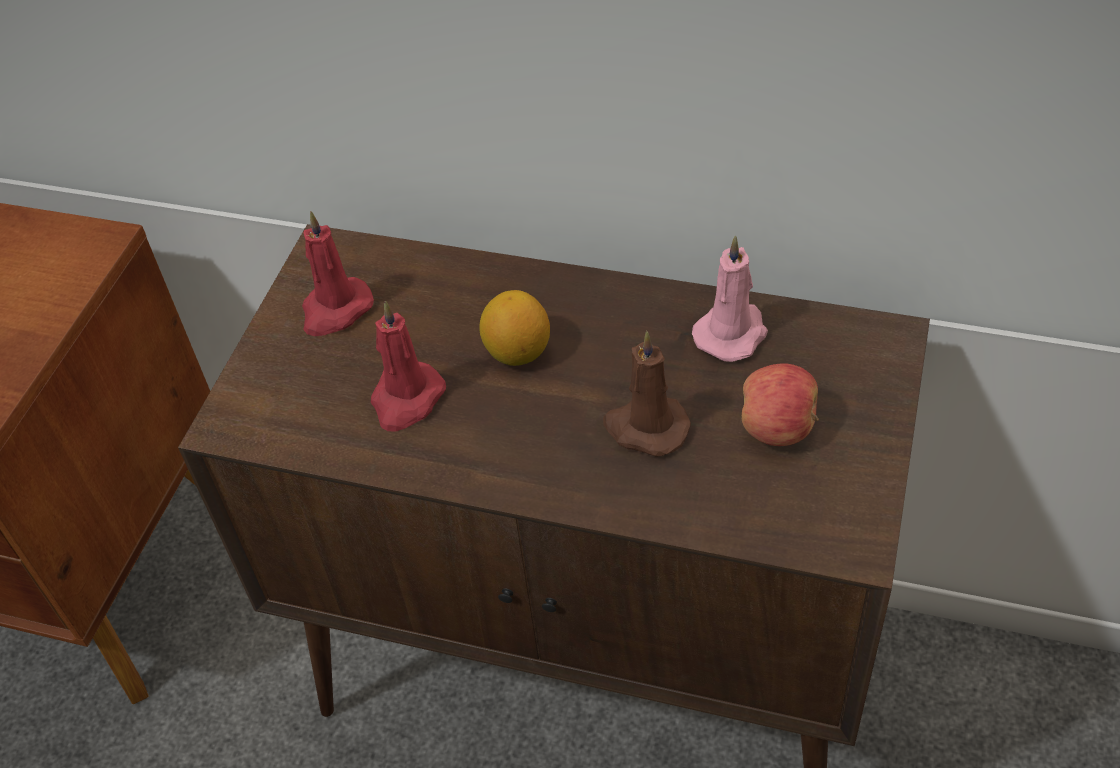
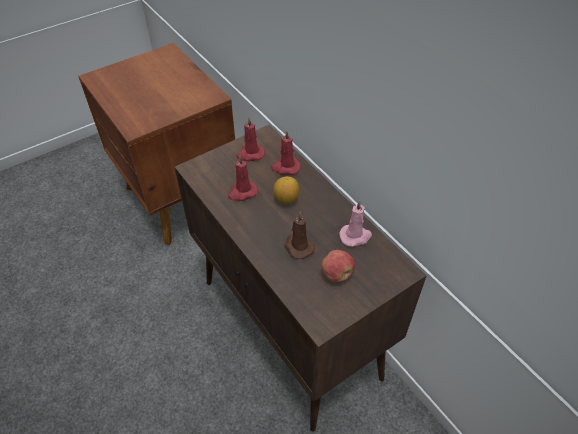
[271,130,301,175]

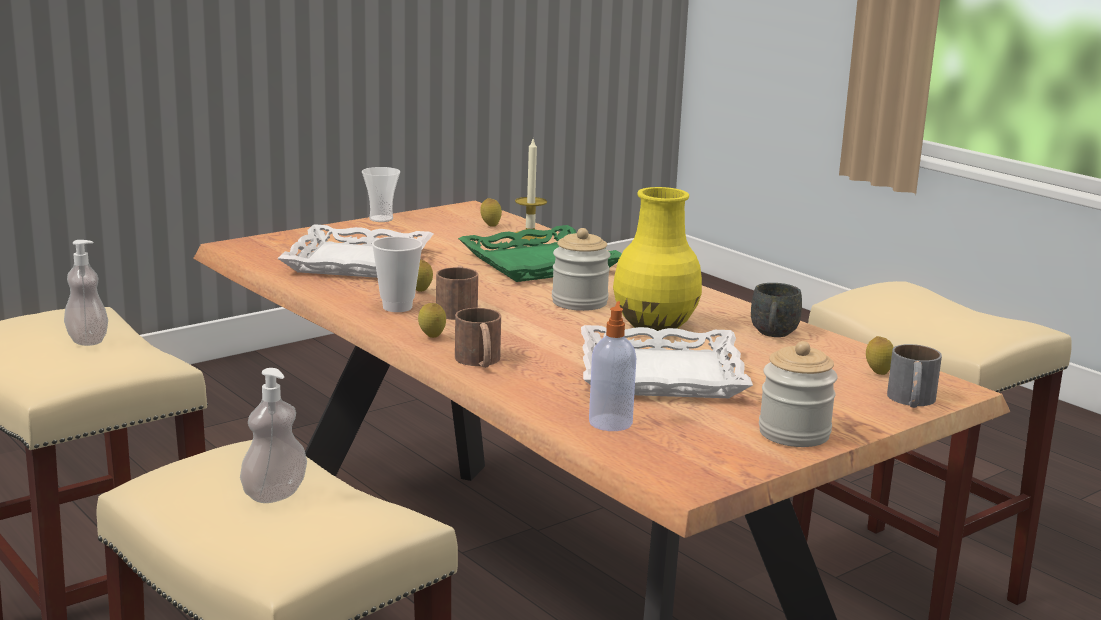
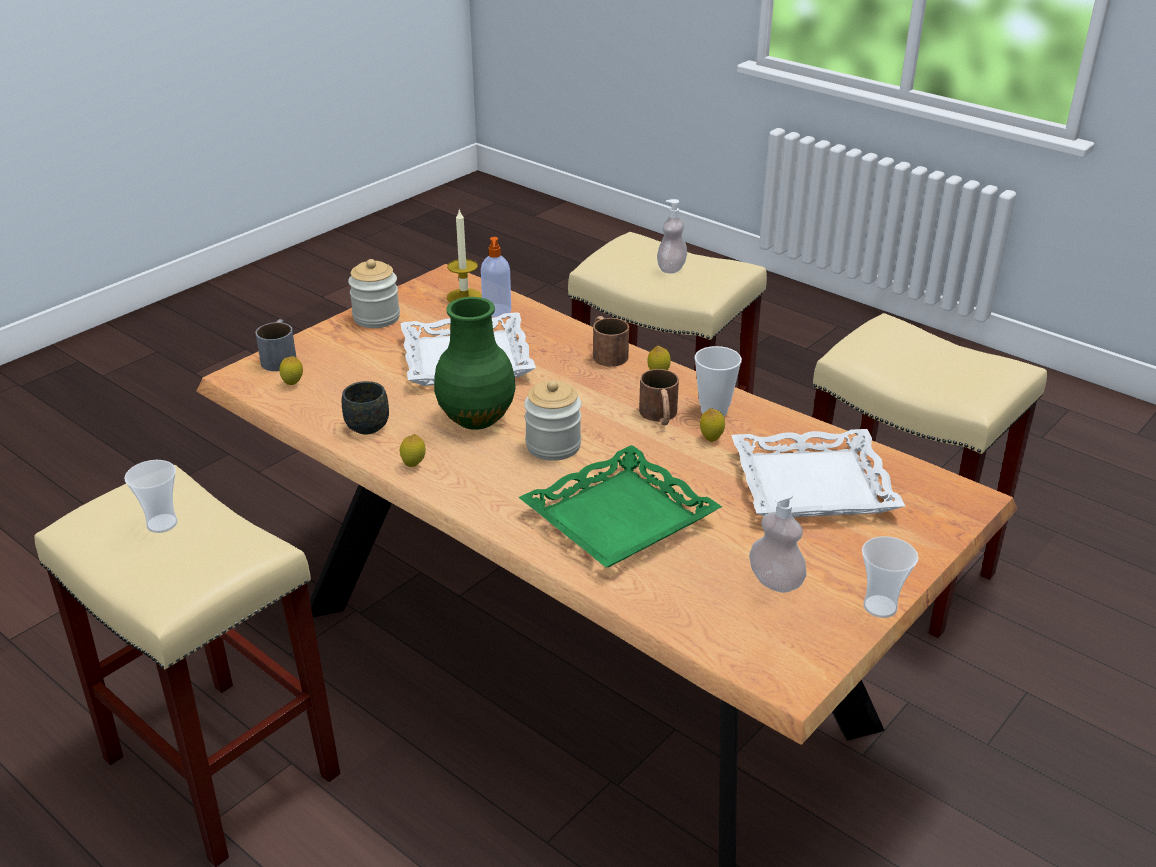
[124,460,178,533]
[749,490,807,593]
[400,434,426,467]
[447,209,482,303]
[434,297,516,430]

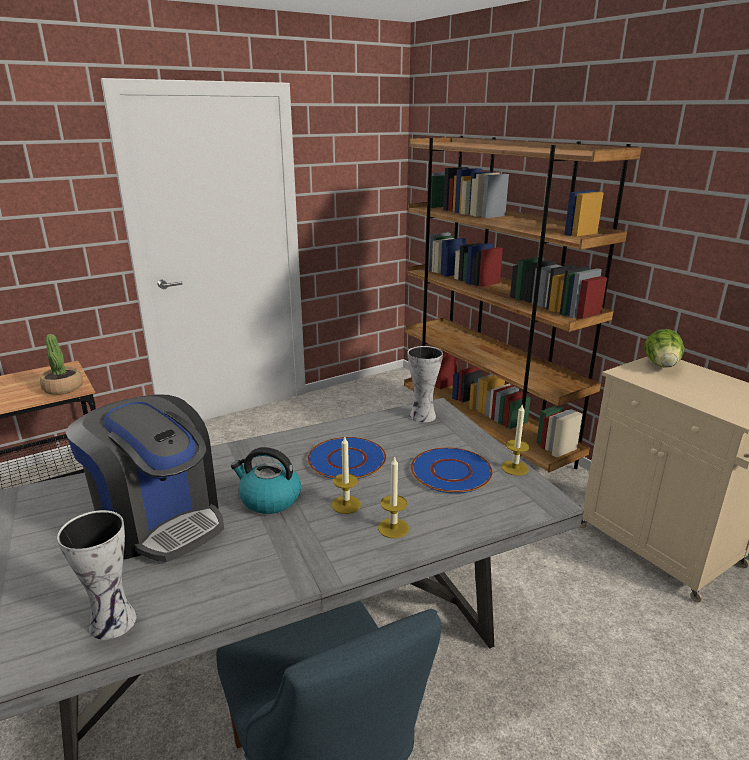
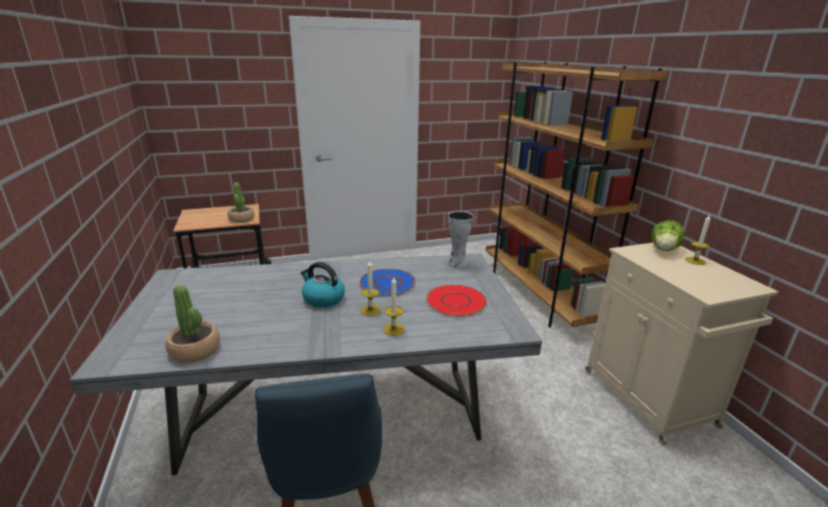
[66,394,224,562] (first image)
[685,214,710,265]
[165,285,220,363]
[426,285,487,316]

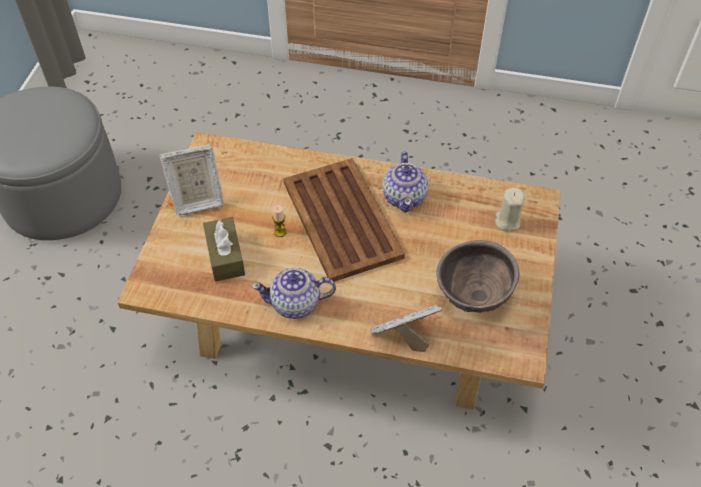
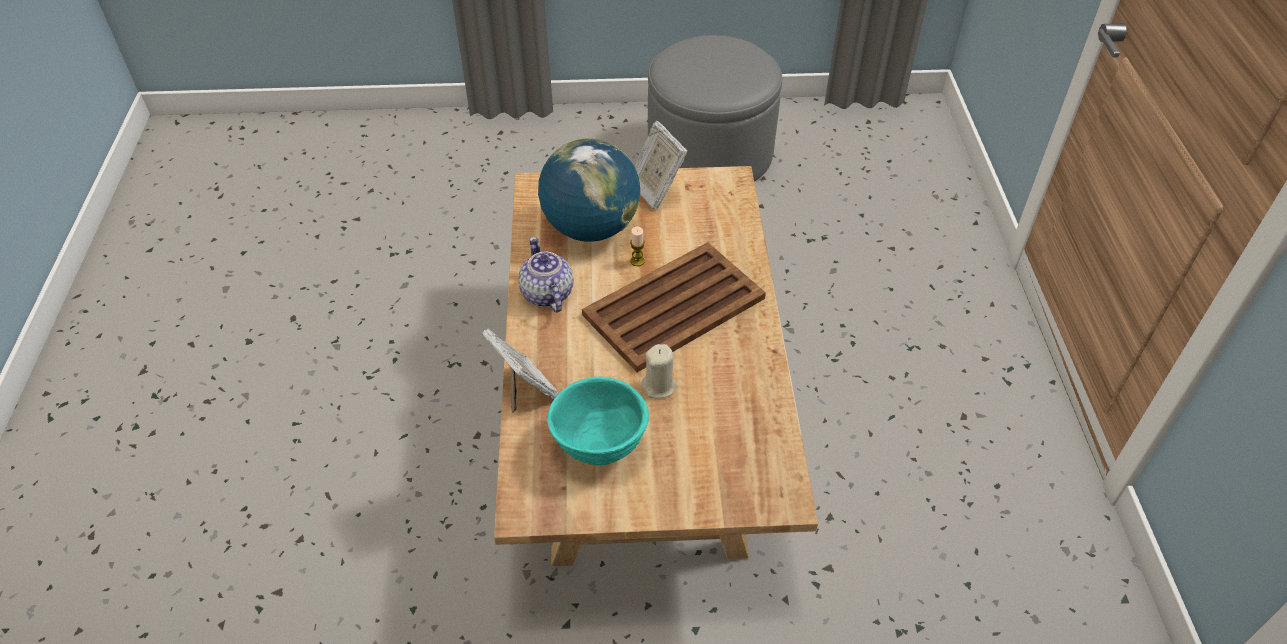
[383,151,428,213] (first image)
[642,344,677,398]
[538,138,640,242]
[547,376,649,466]

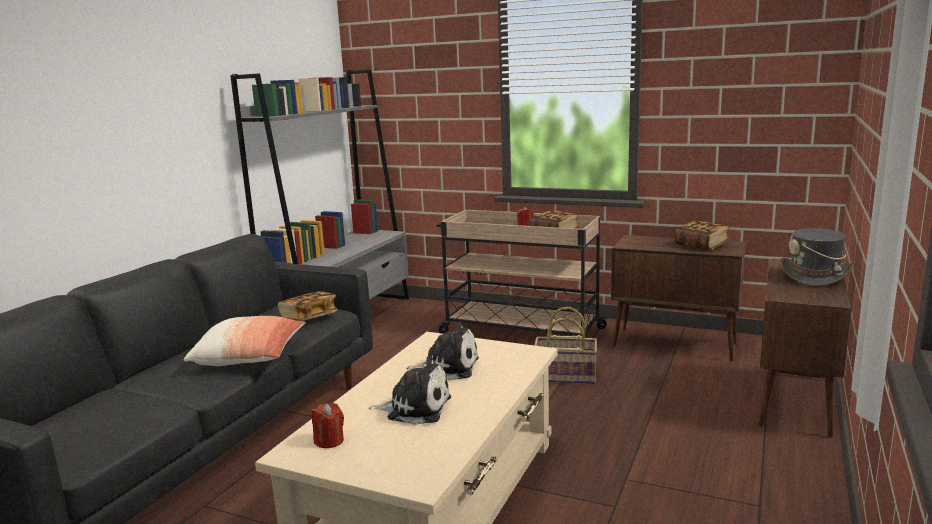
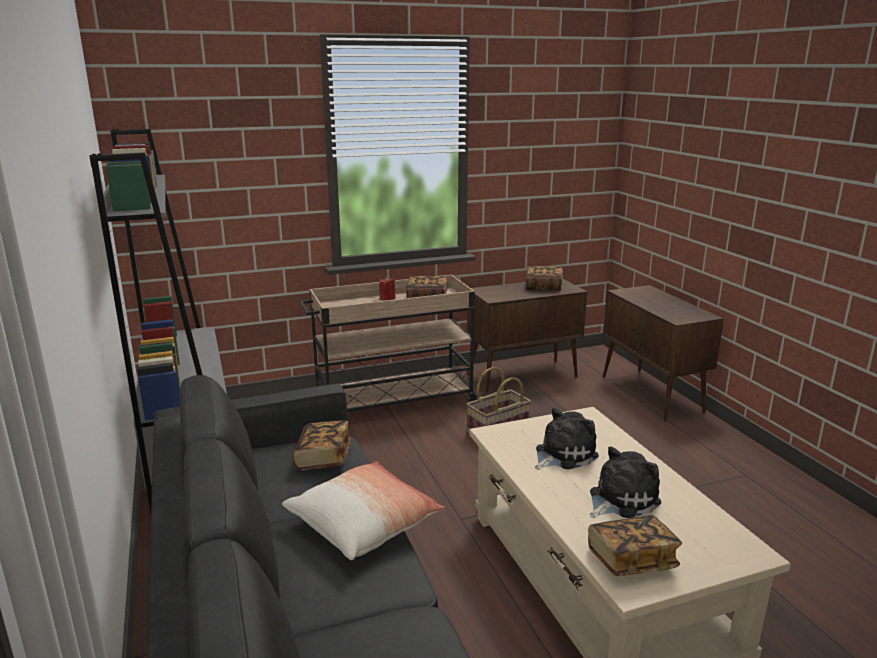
[780,228,853,287] (first image)
[588,515,682,576]

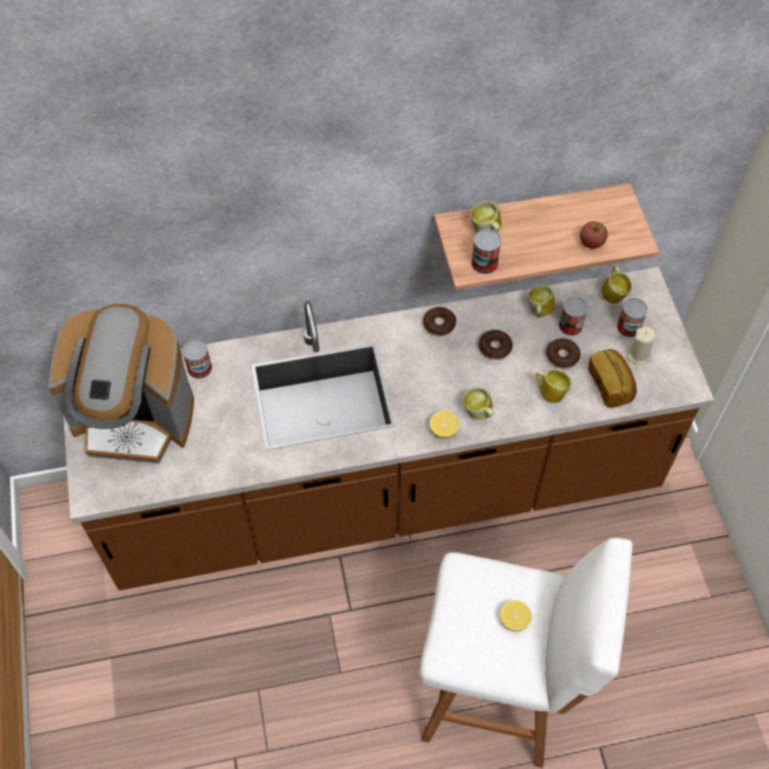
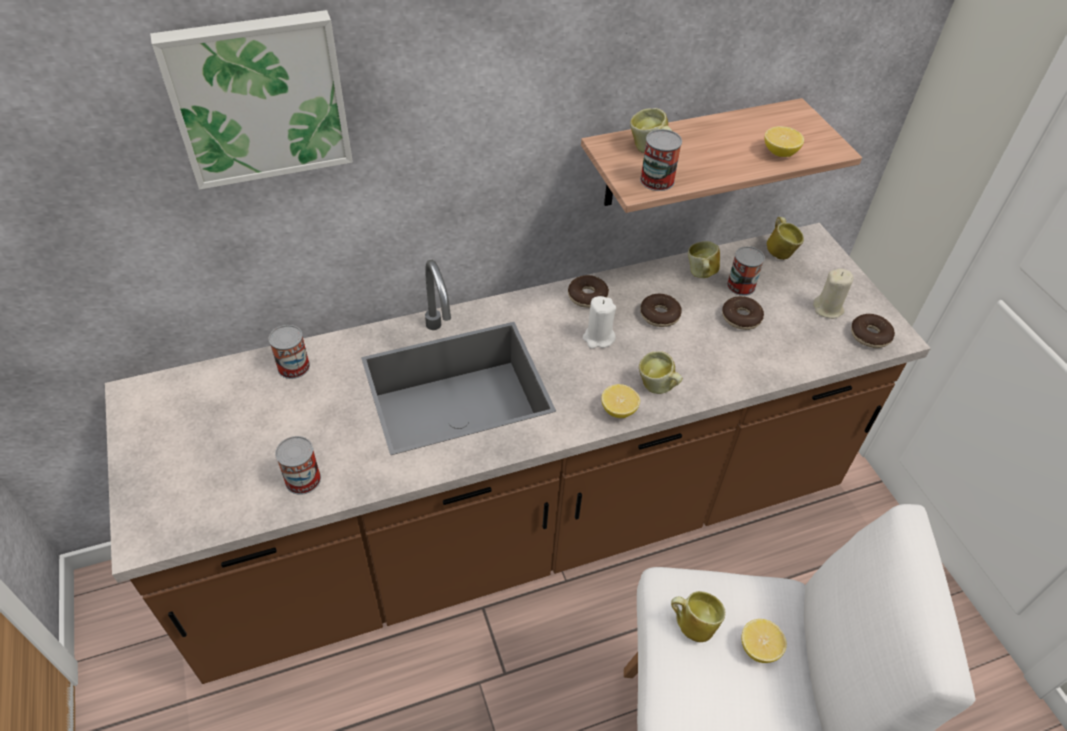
[48,304,194,464] (first image)
[588,349,637,407] (first image)
[150,10,353,190]
[583,296,616,349]
[851,314,895,348]
[671,591,725,642]
[275,436,321,495]
[765,126,804,157]

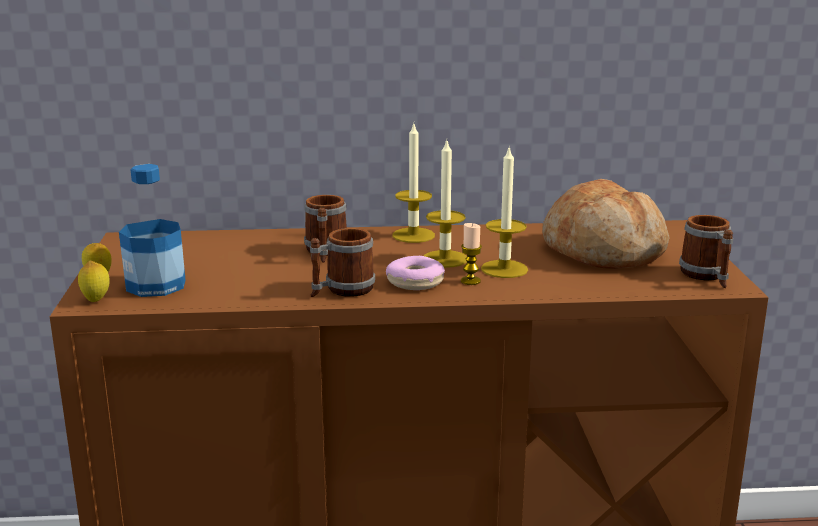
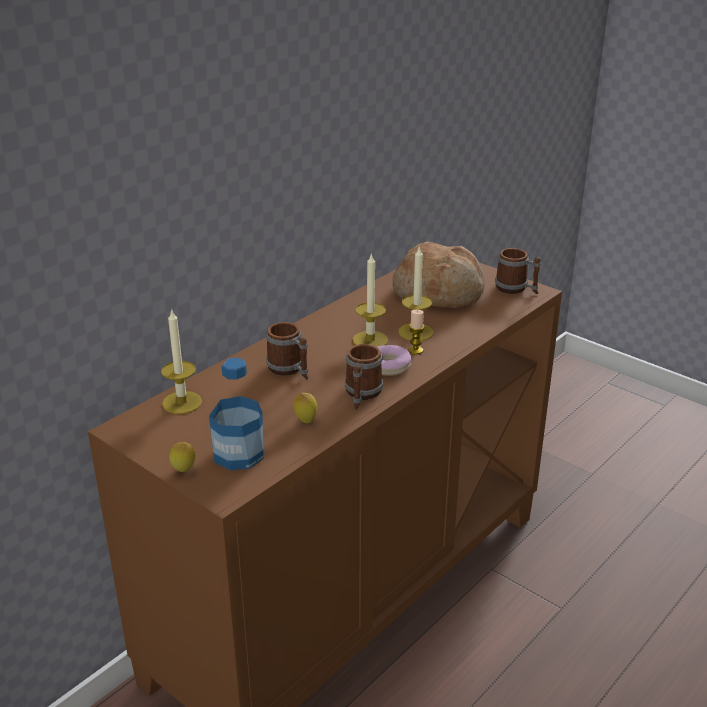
[294,393,317,423]
[161,309,202,414]

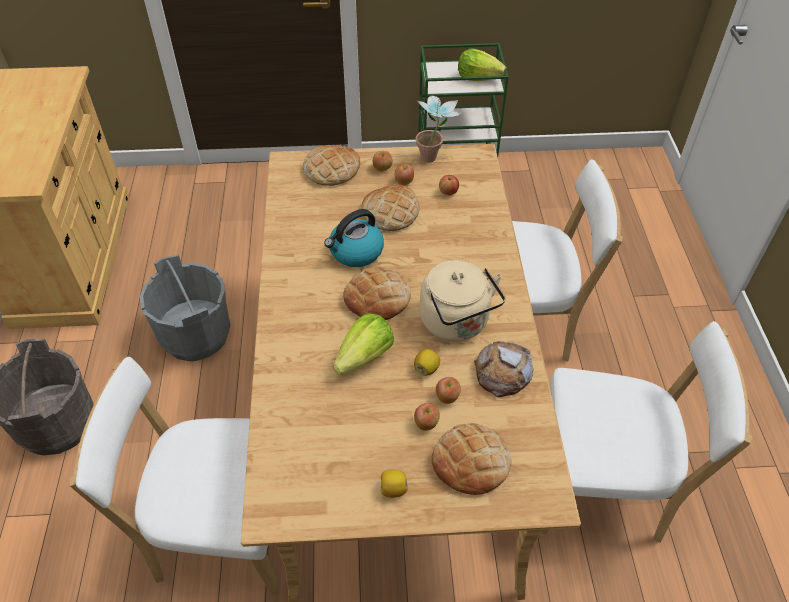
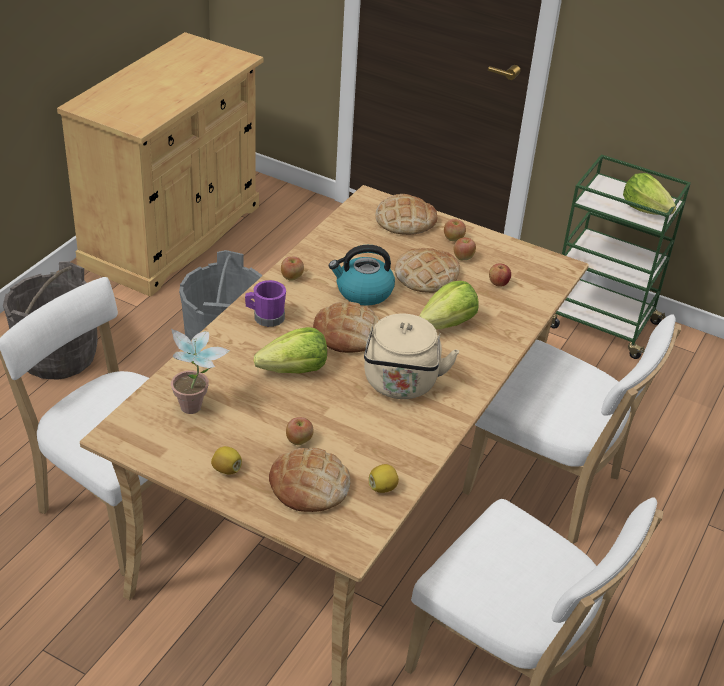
[474,341,533,397] (first image)
[245,280,286,327]
[419,281,479,329]
[369,464,399,493]
[171,329,230,414]
[281,257,304,281]

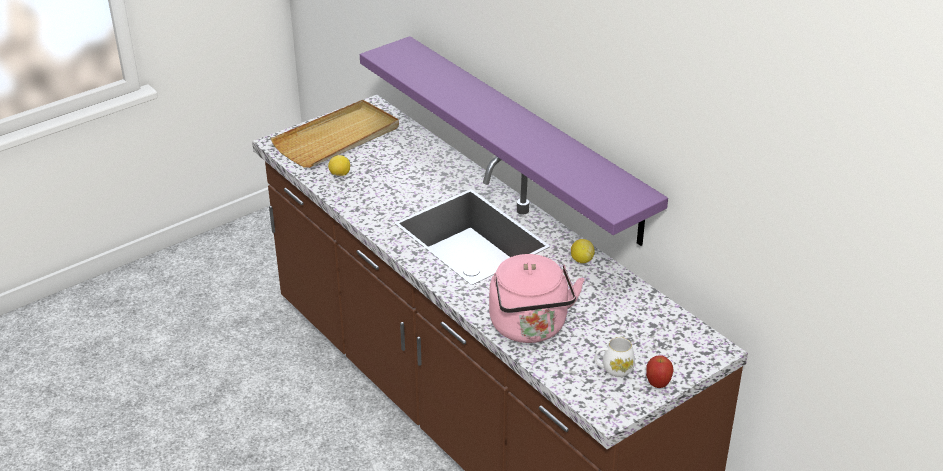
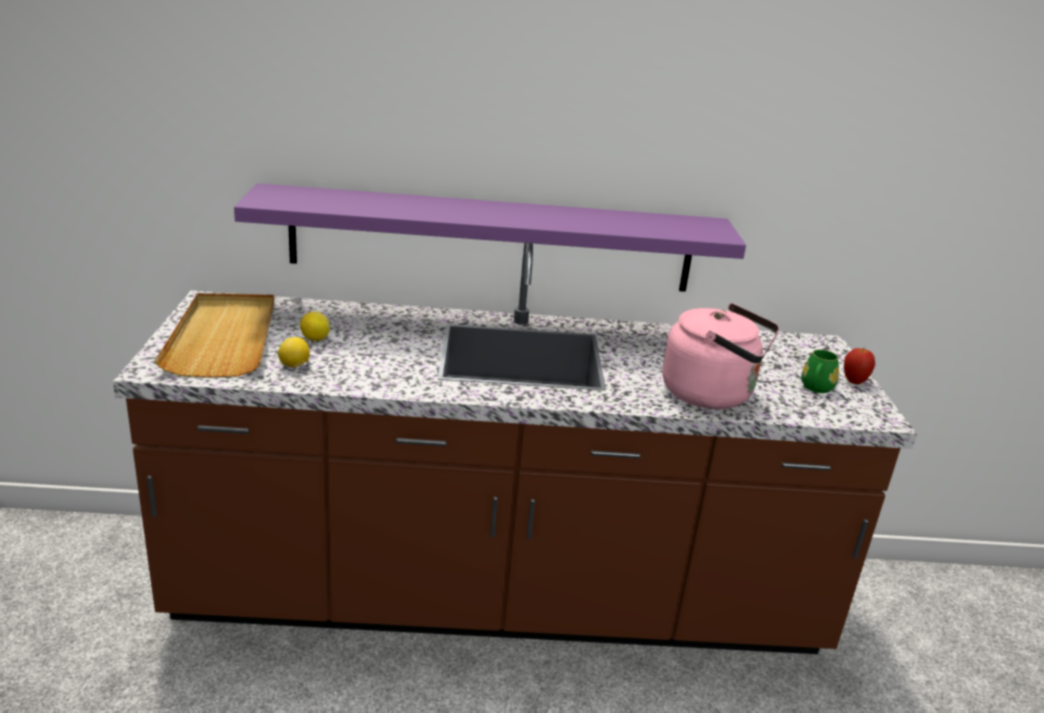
[300,312,330,341]
[801,349,839,393]

